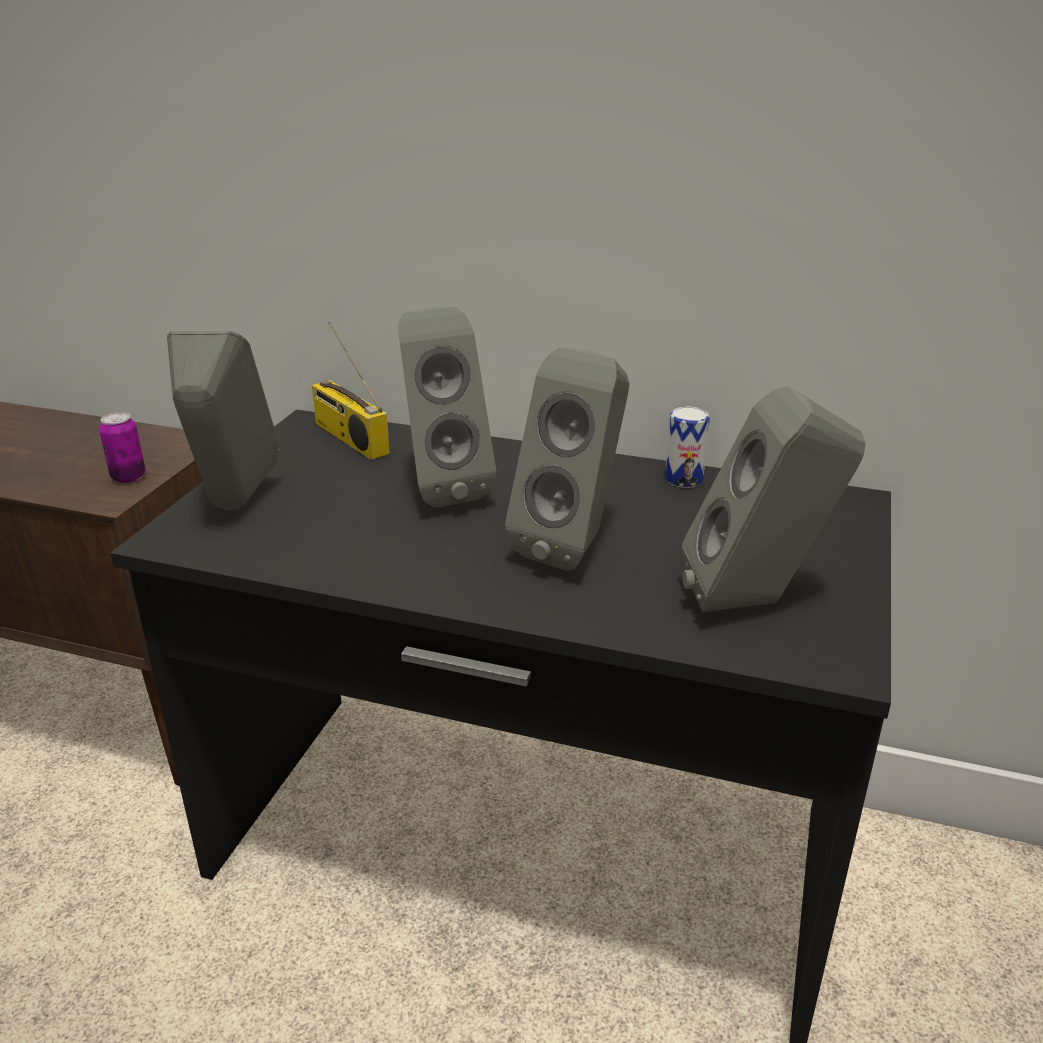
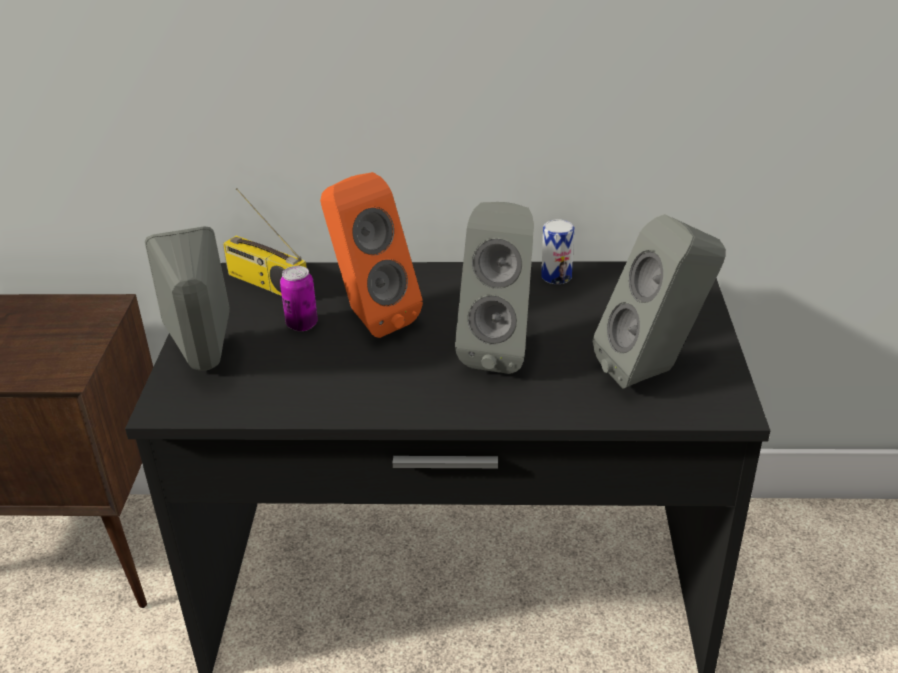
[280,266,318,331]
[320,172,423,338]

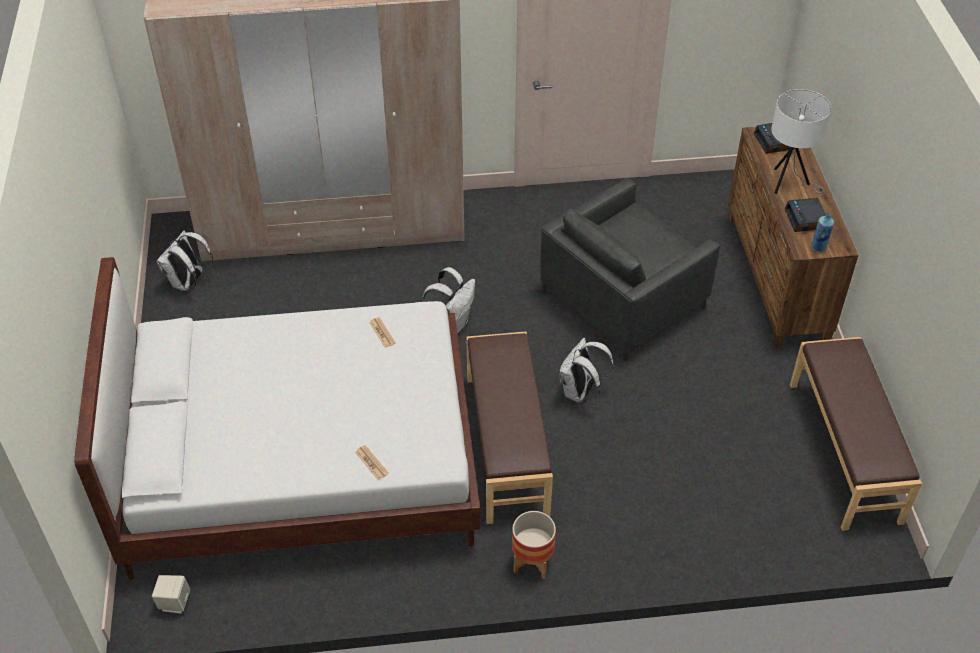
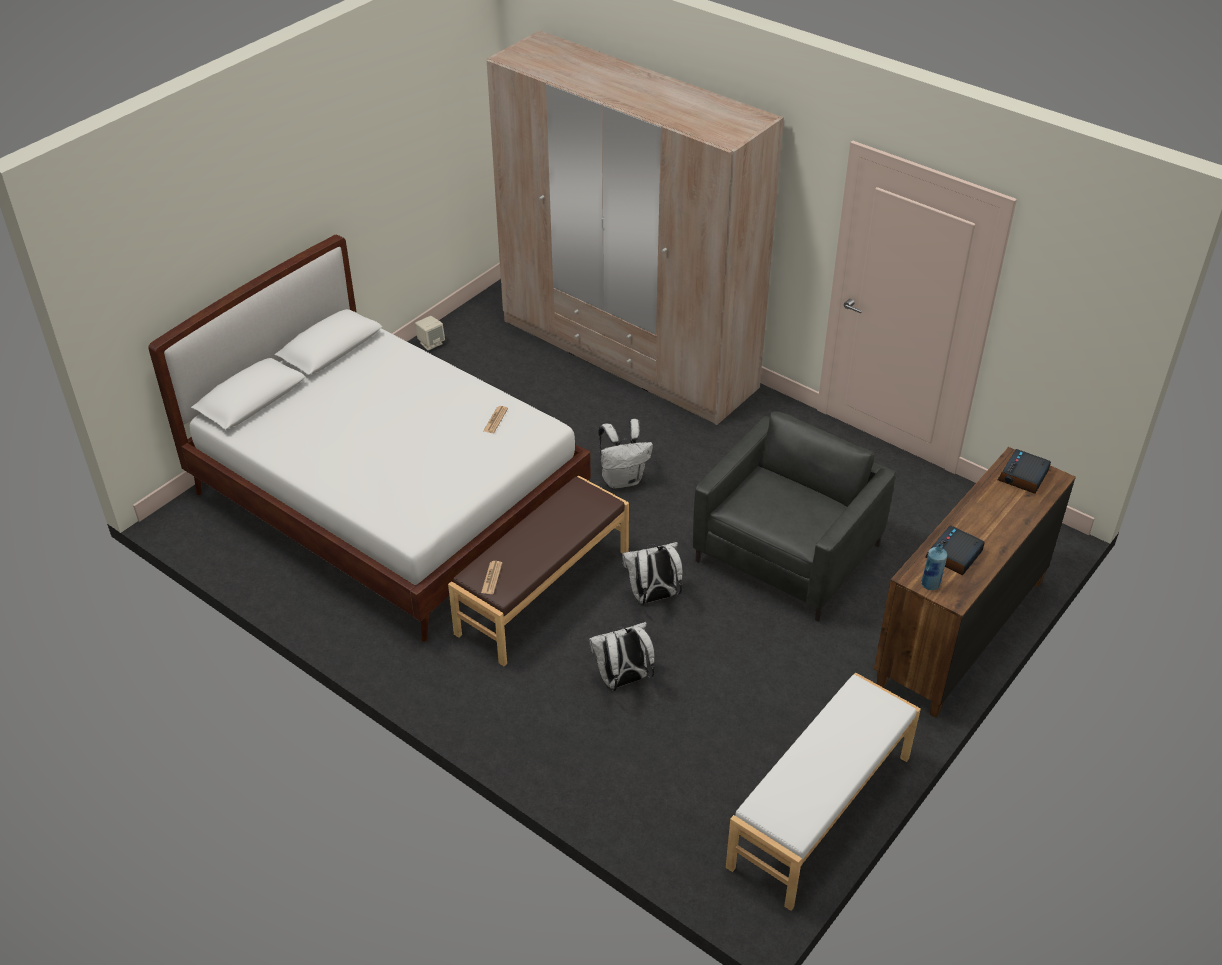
[512,511,556,580] (first image)
[771,89,831,194] (first image)
[415,316,445,351]
[589,622,655,691]
[481,561,502,594]
[726,672,921,911]
[693,411,896,622]

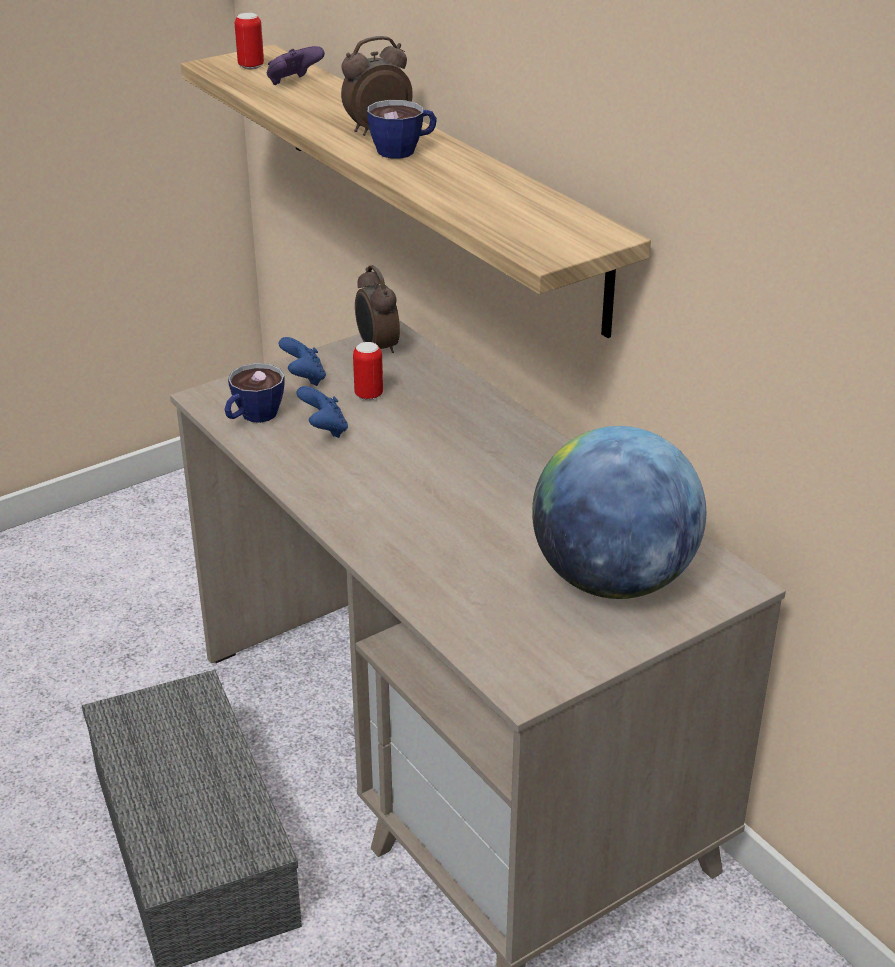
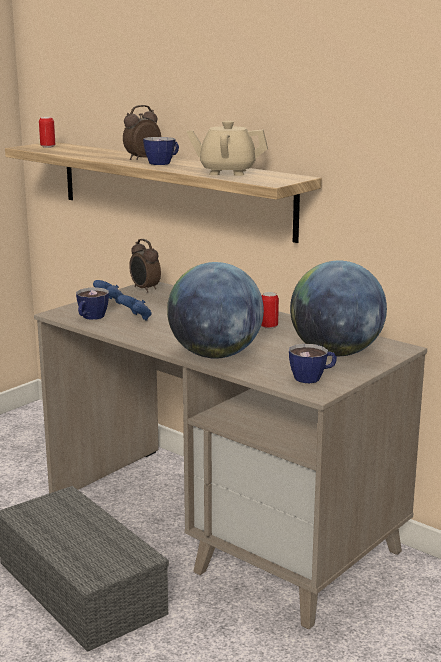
[267,46,325,85] (first image)
[167,262,264,359]
[187,121,268,176]
[289,344,337,383]
[261,292,279,329]

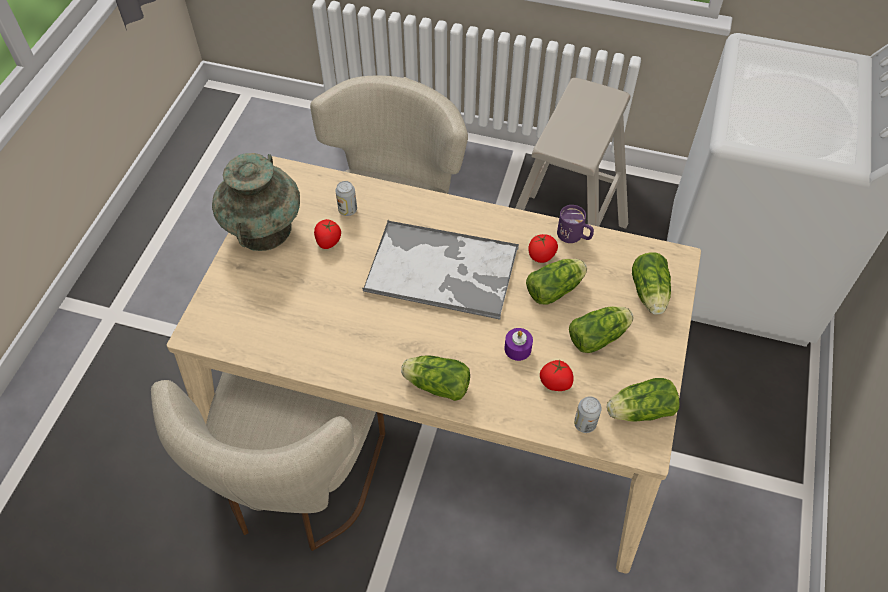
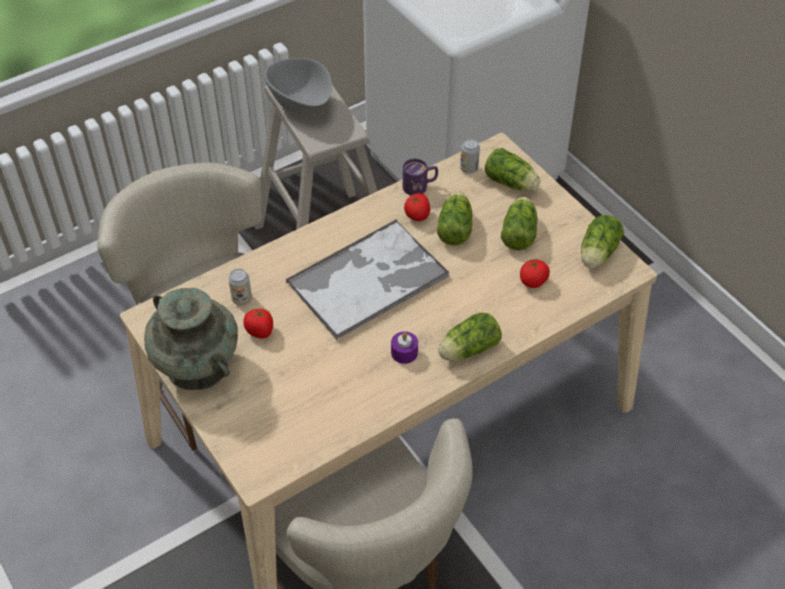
[264,58,332,112]
[391,331,418,364]
[460,139,480,174]

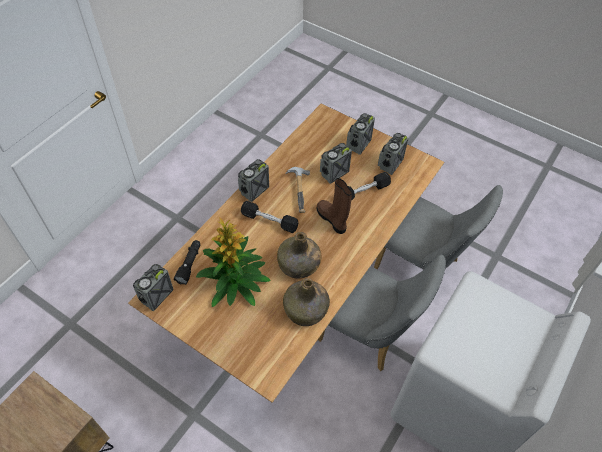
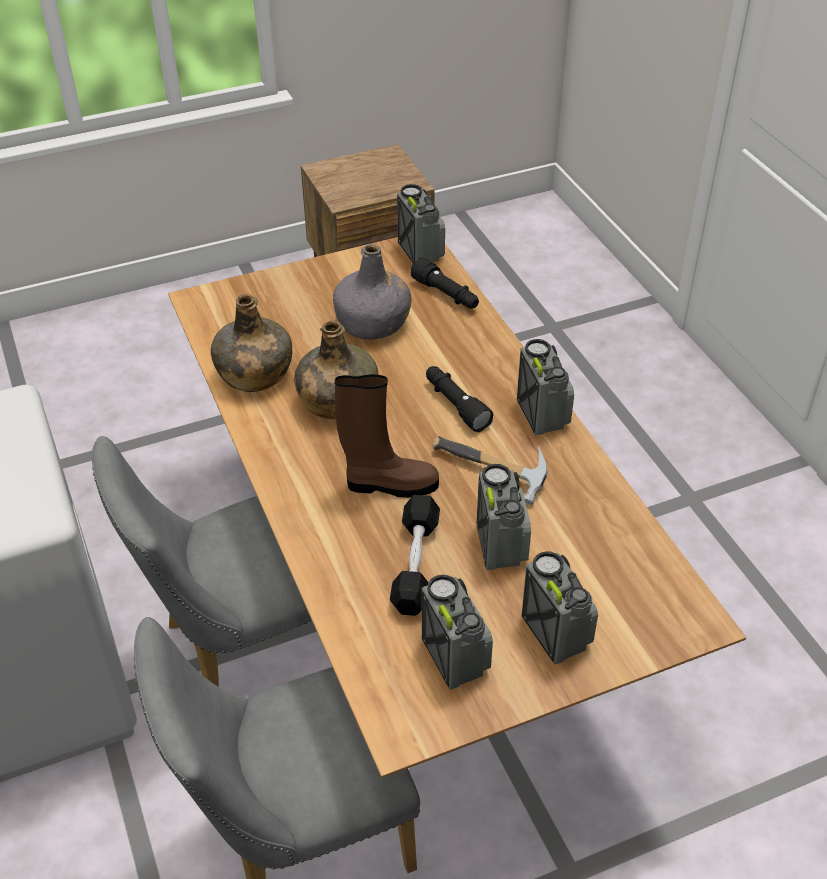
[333,244,411,340]
[426,366,493,432]

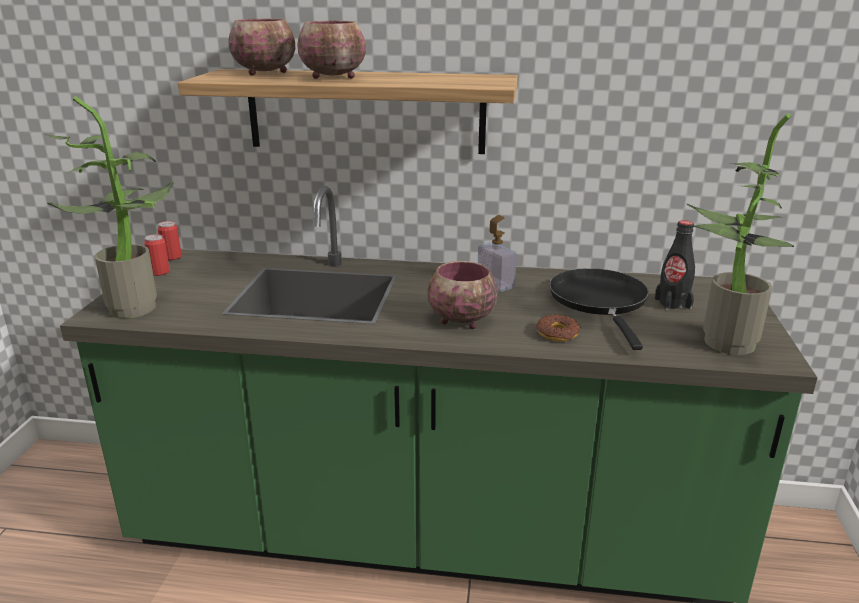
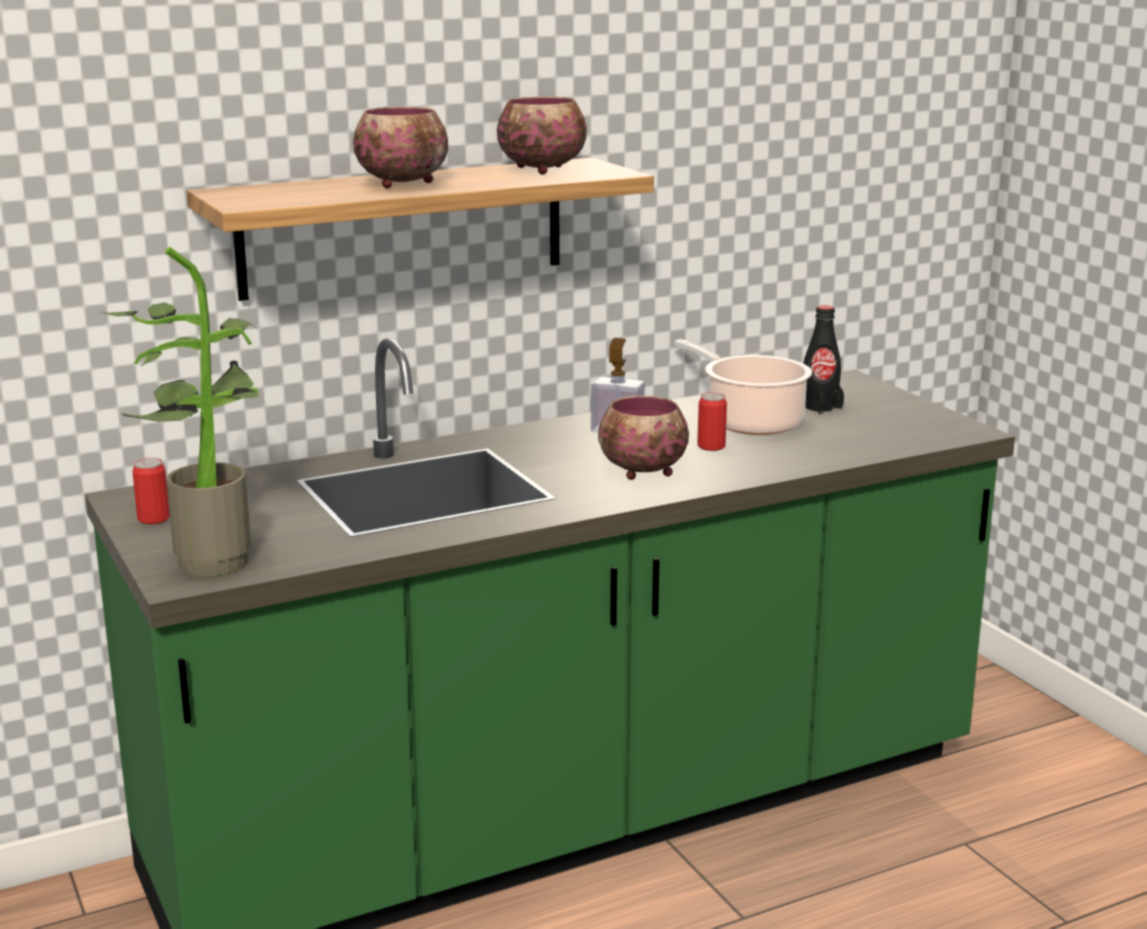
[536,315,581,341] (first image)
[686,113,794,355] (first image)
[697,392,727,451]
[497,96,587,174]
[674,339,812,435]

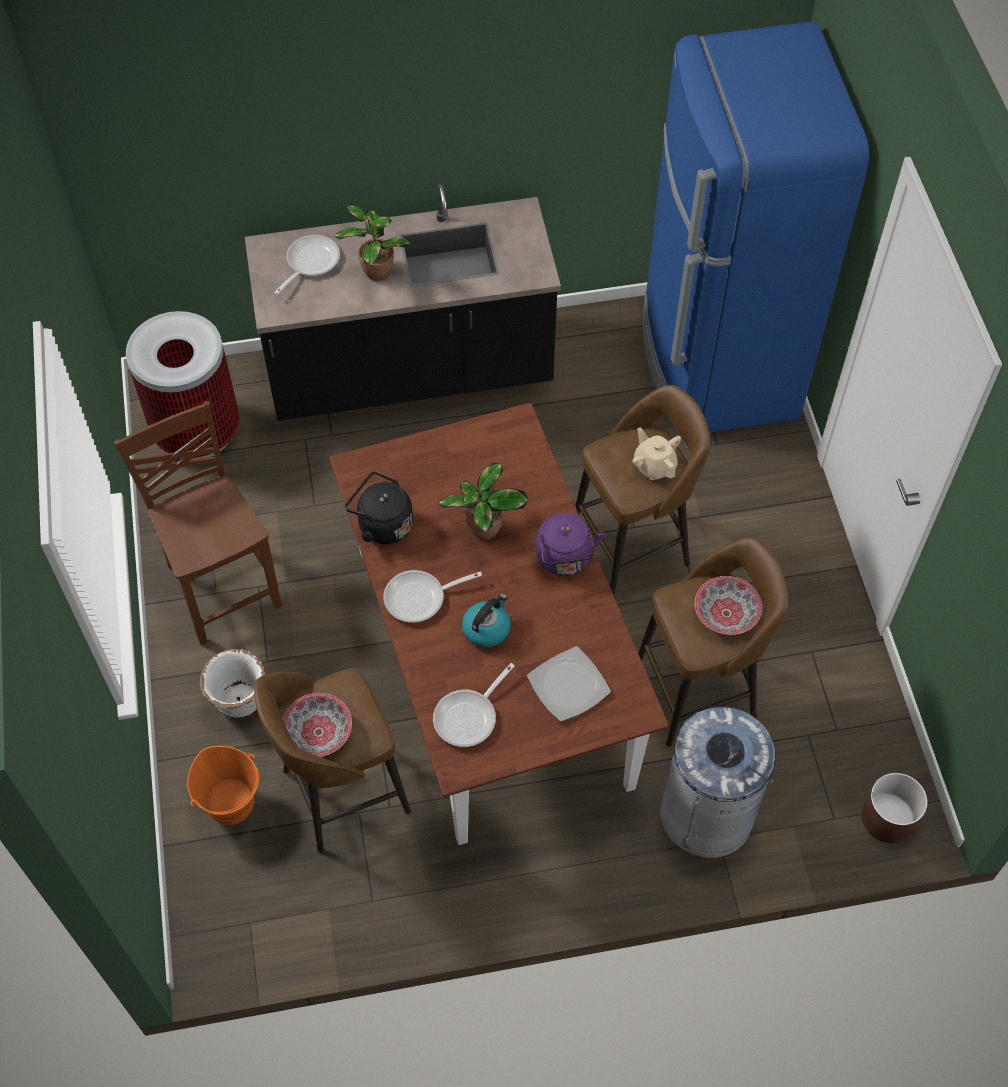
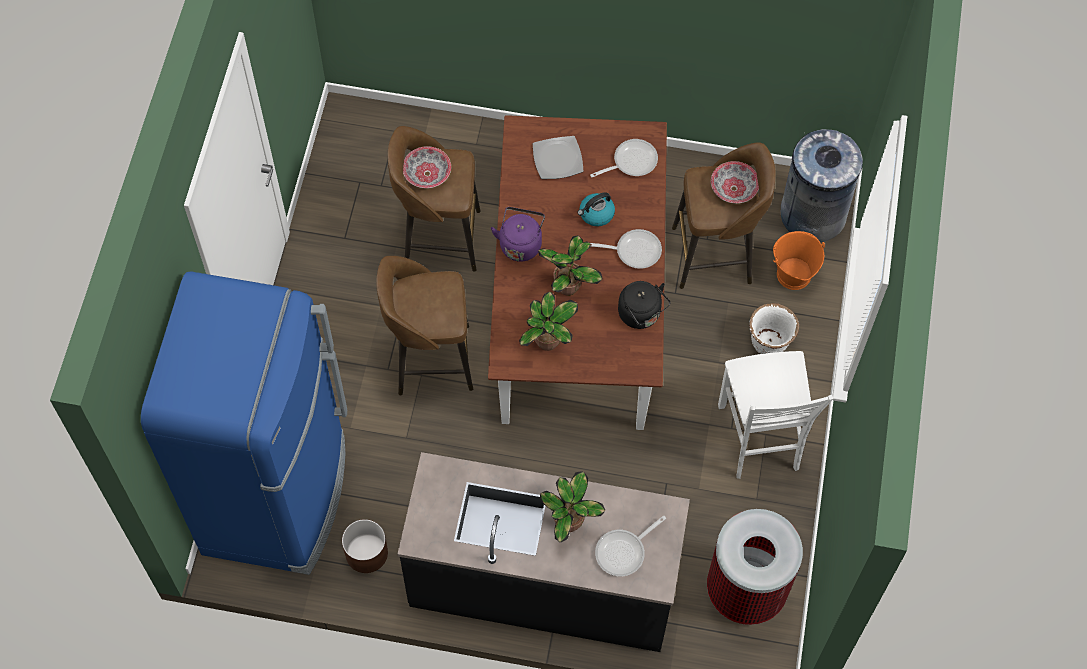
[632,427,681,480] (first image)
[519,292,578,351]
[781,129,863,242]
[342,519,388,573]
[718,351,834,479]

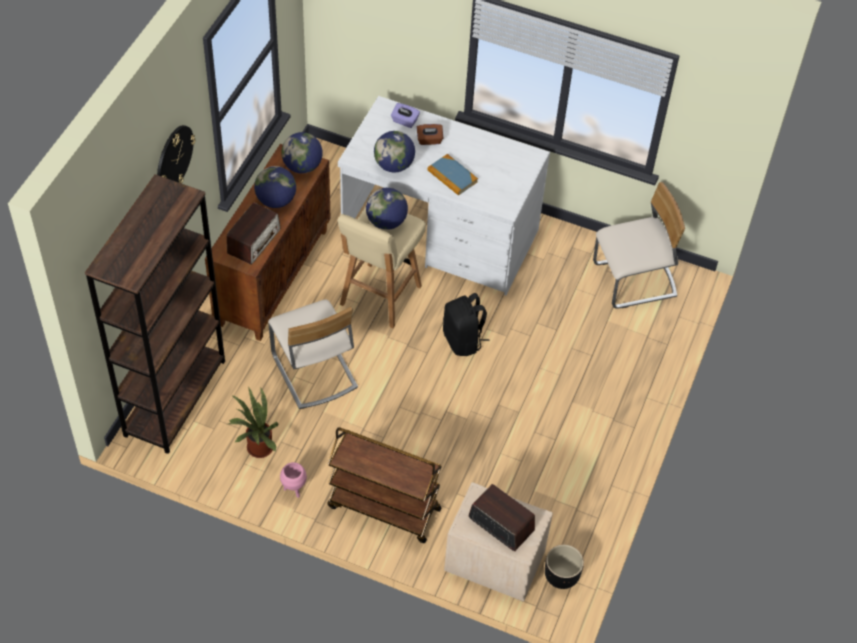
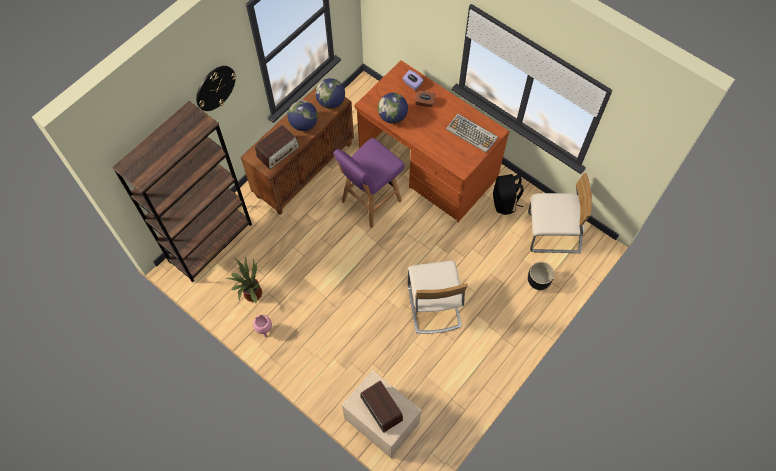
[327,428,442,543] (first image)
[366,188,408,230] (first image)
[428,154,478,196] (first image)
[446,114,498,153]
[408,260,468,334]
[493,174,524,215]
[528,262,555,290]
[333,138,404,228]
[355,60,509,222]

